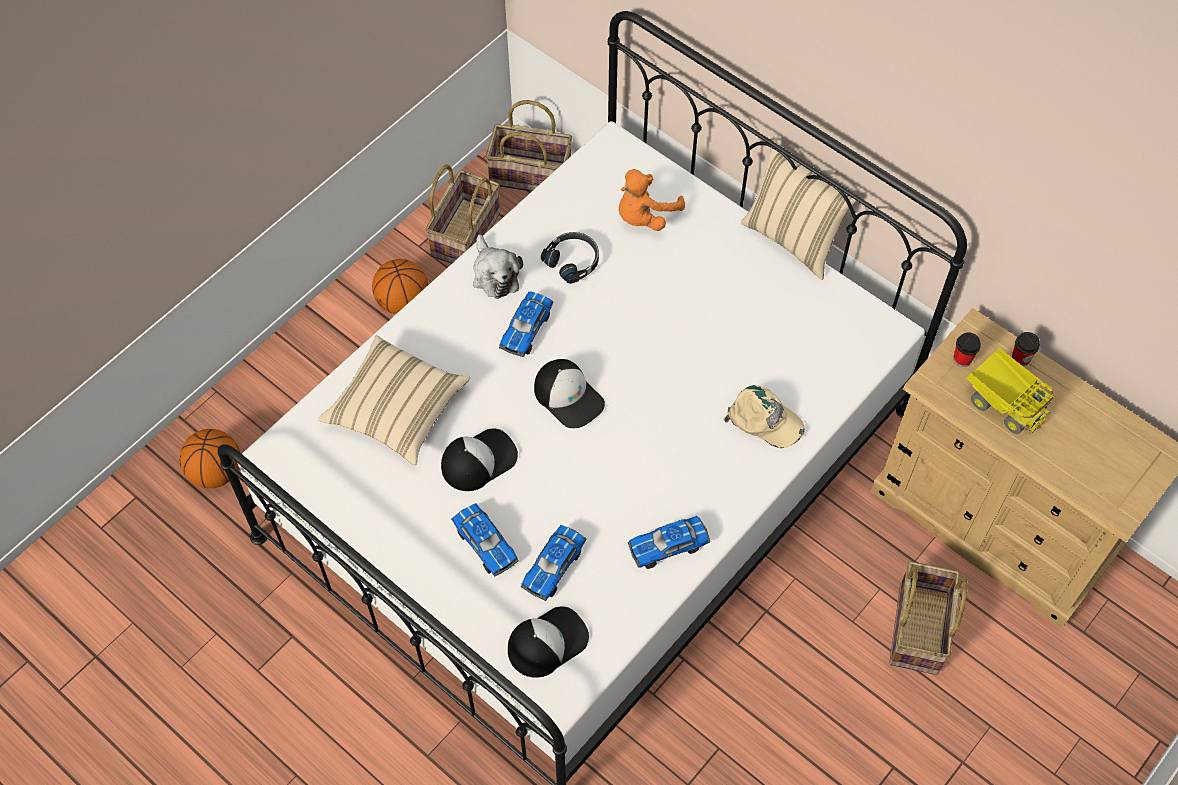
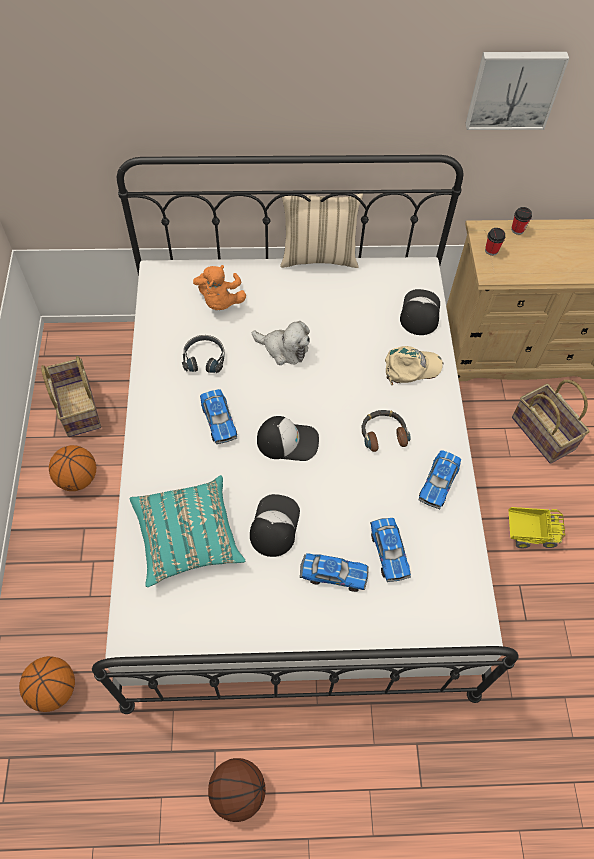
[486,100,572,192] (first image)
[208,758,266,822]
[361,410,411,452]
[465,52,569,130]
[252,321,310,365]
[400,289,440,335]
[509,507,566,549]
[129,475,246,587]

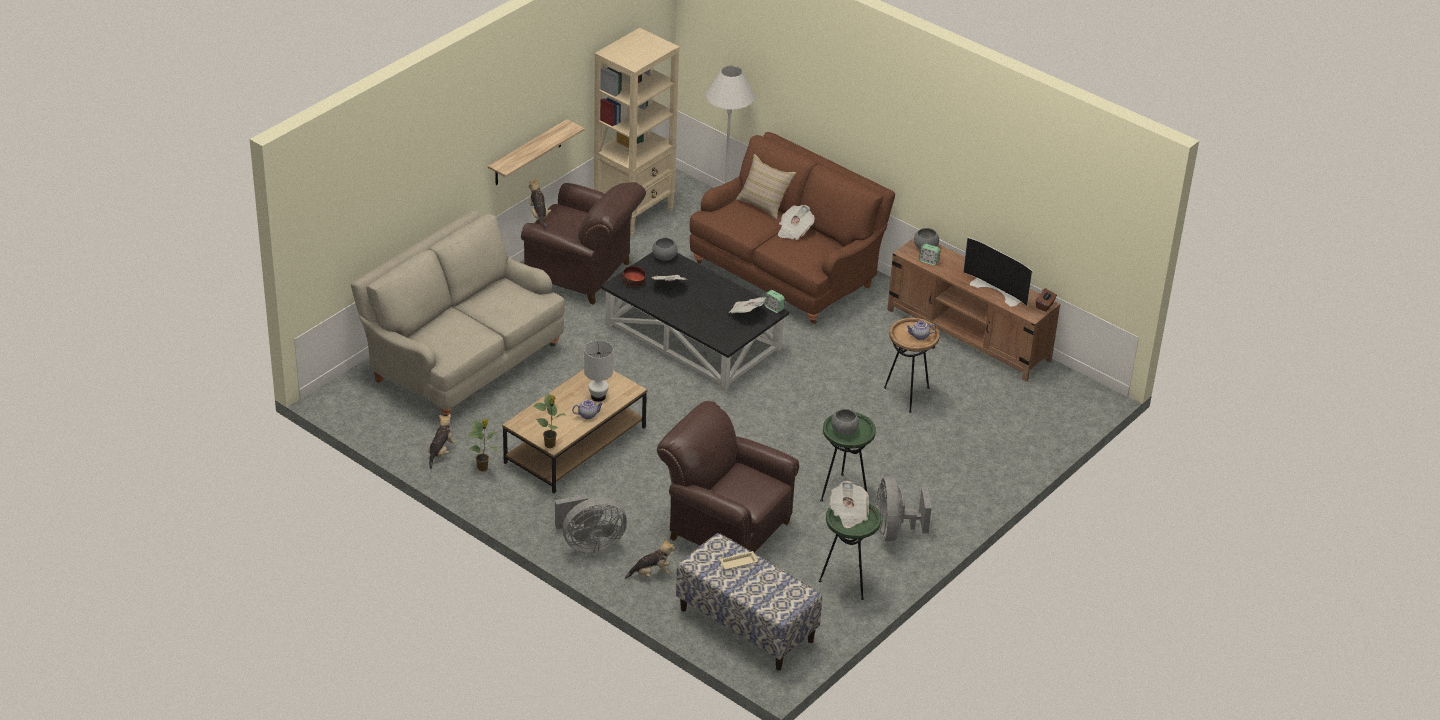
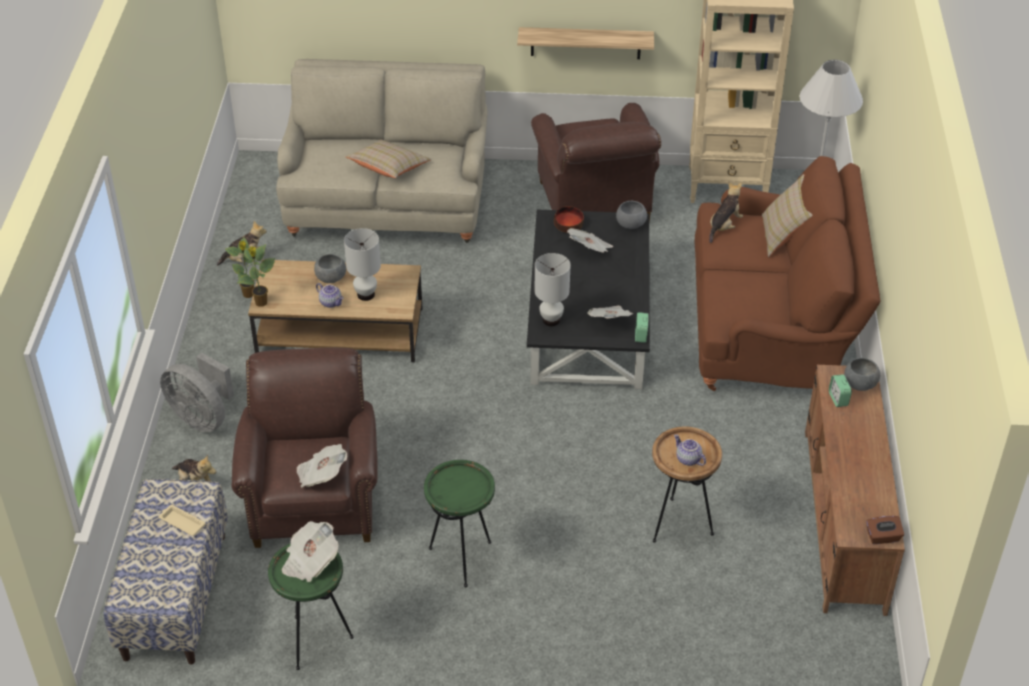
[875,477,932,542] (first image)
[963,237,1033,307] (first image)
[345,139,431,178]
[535,253,570,326]
[709,182,743,243]
[296,444,347,488]
[314,254,346,283]

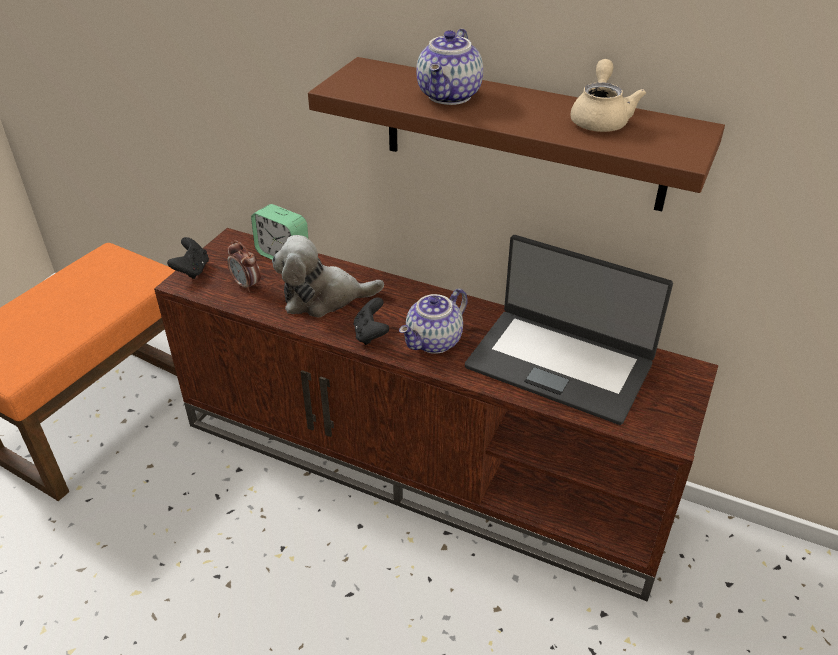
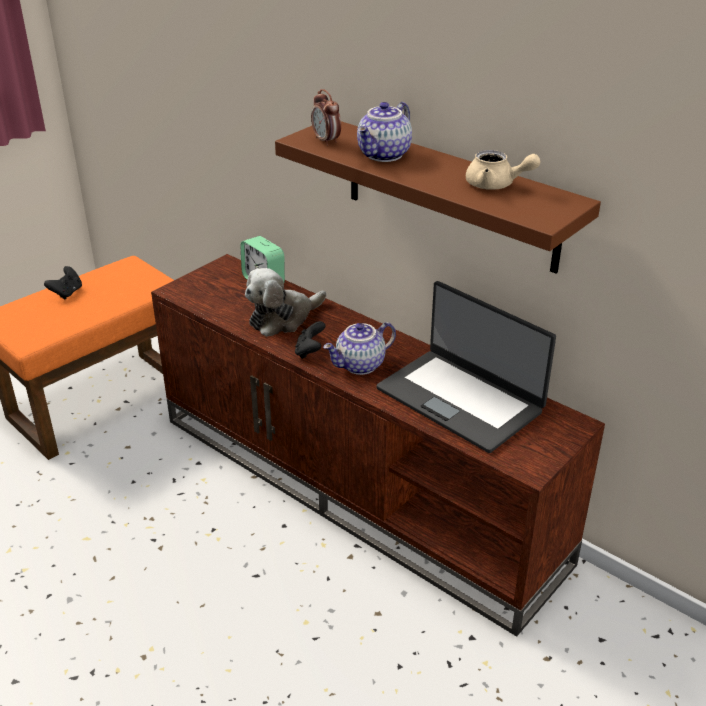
[44,266,82,300]
[311,89,341,146]
[245,268,326,337]
[466,150,541,190]

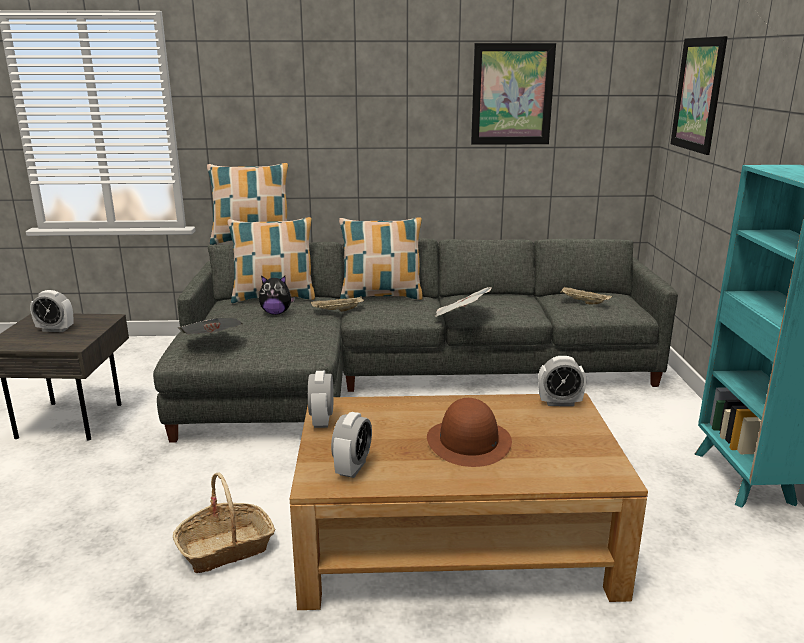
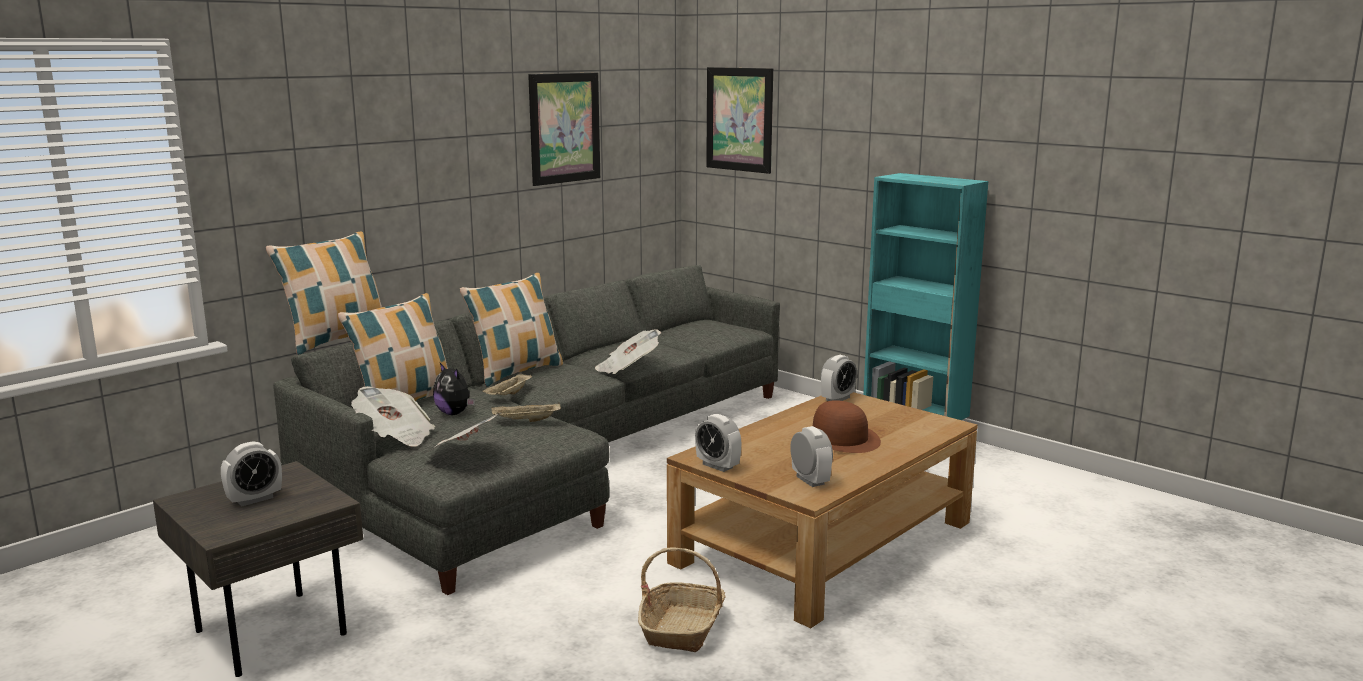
[351,386,435,447]
[491,402,561,422]
[433,363,475,415]

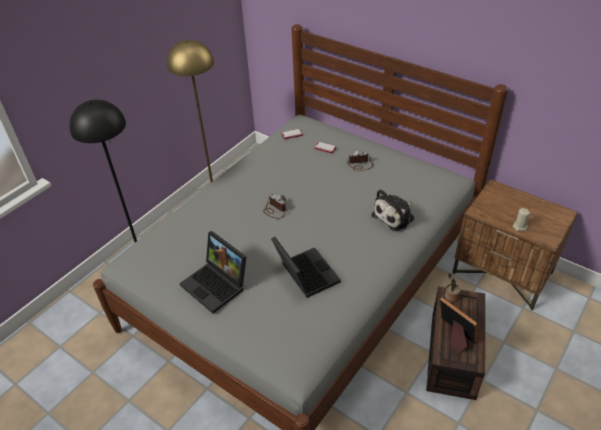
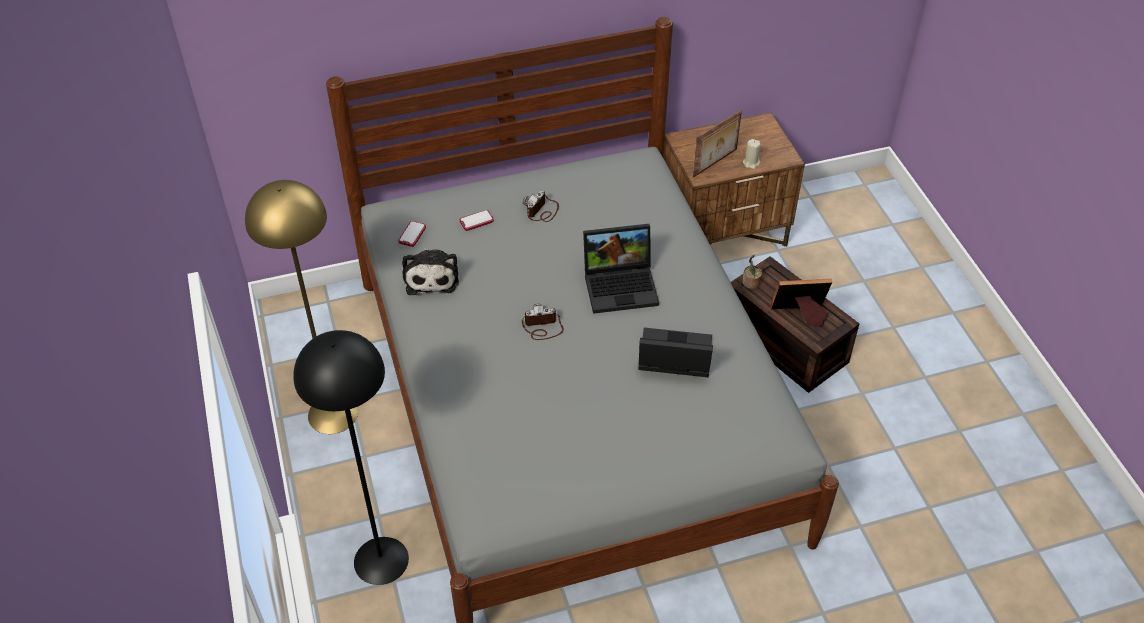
[693,110,742,177]
[583,224,659,314]
[402,249,459,295]

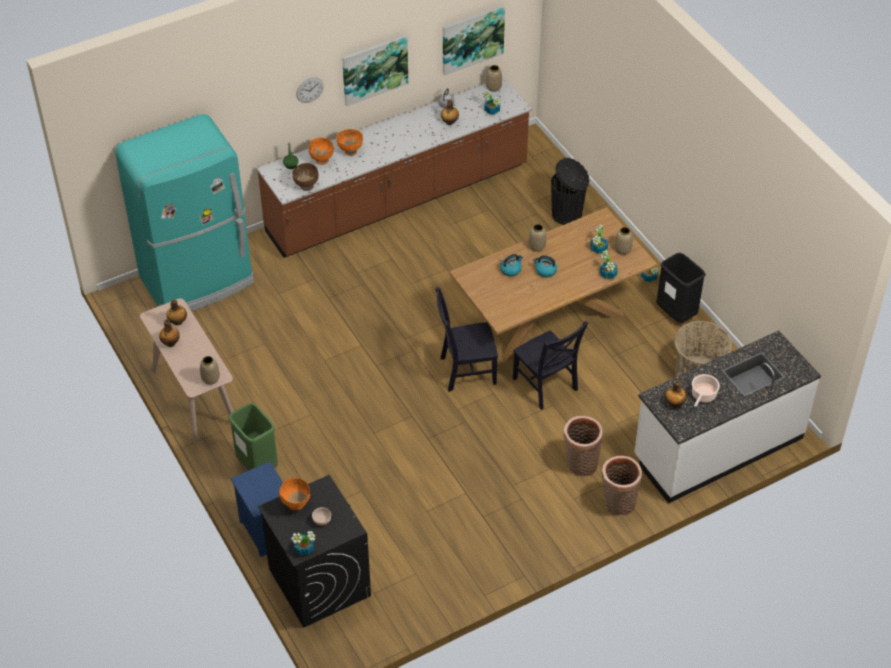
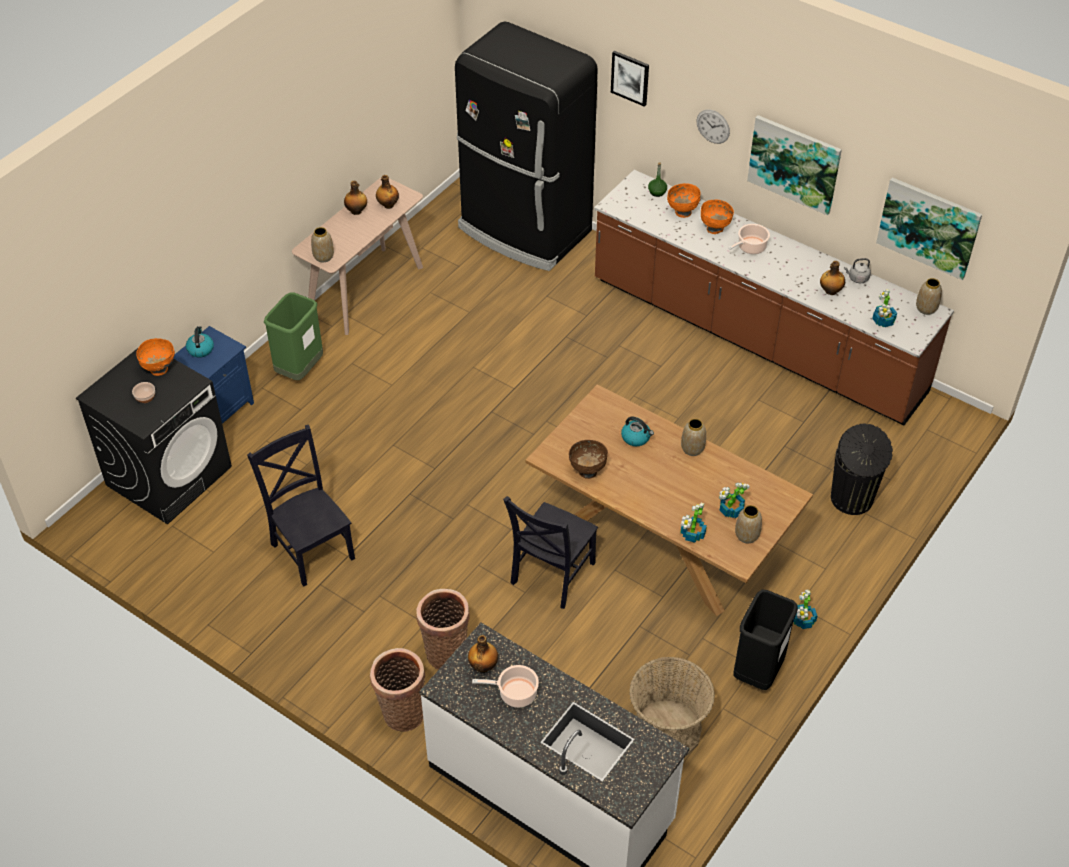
[291,531,315,555] (first image)
[611,51,649,107]
[728,224,770,254]
[569,440,608,479]
[247,424,355,586]
[186,326,214,357]
[455,21,598,271]

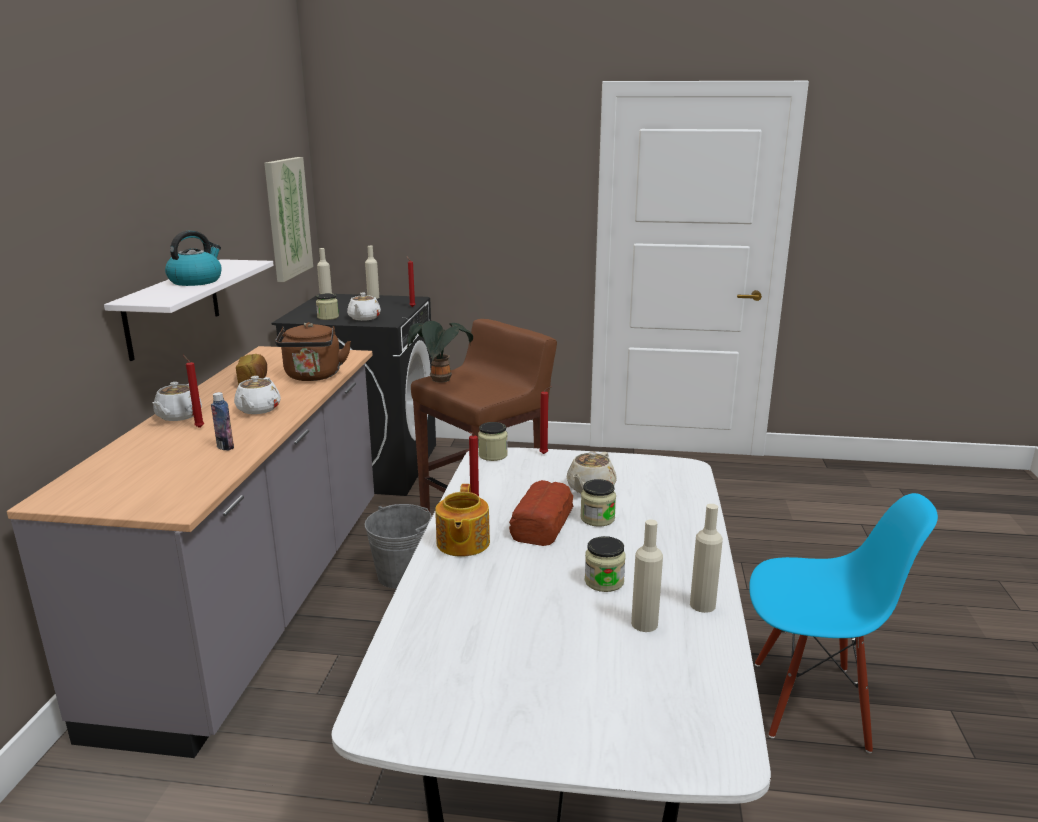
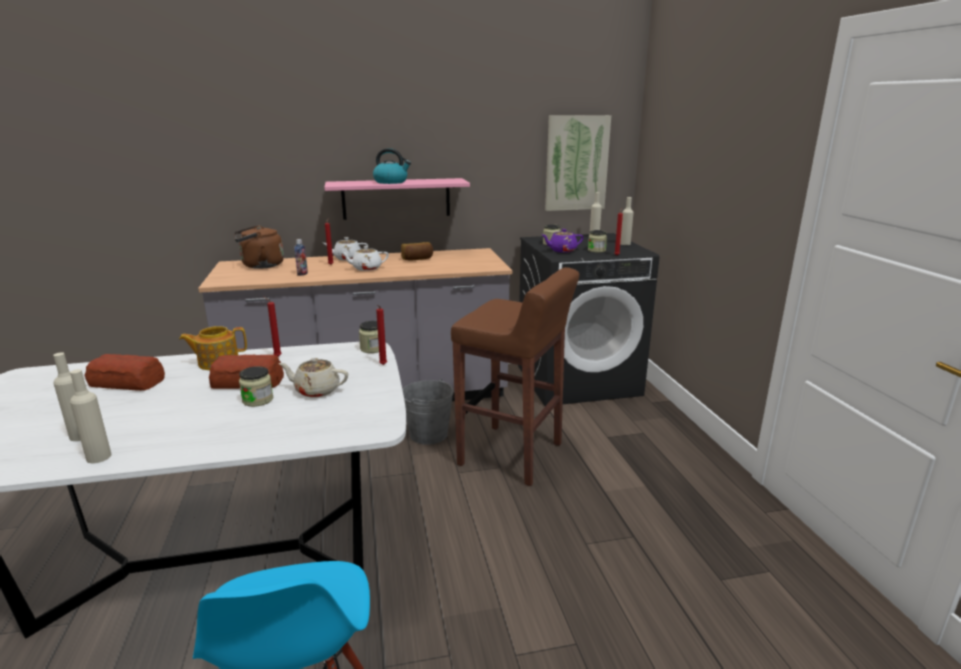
[407,321,473,383] (first image)
[85,354,165,391]
[234,225,284,269]
[588,230,607,253]
[324,178,470,220]
[542,229,584,253]

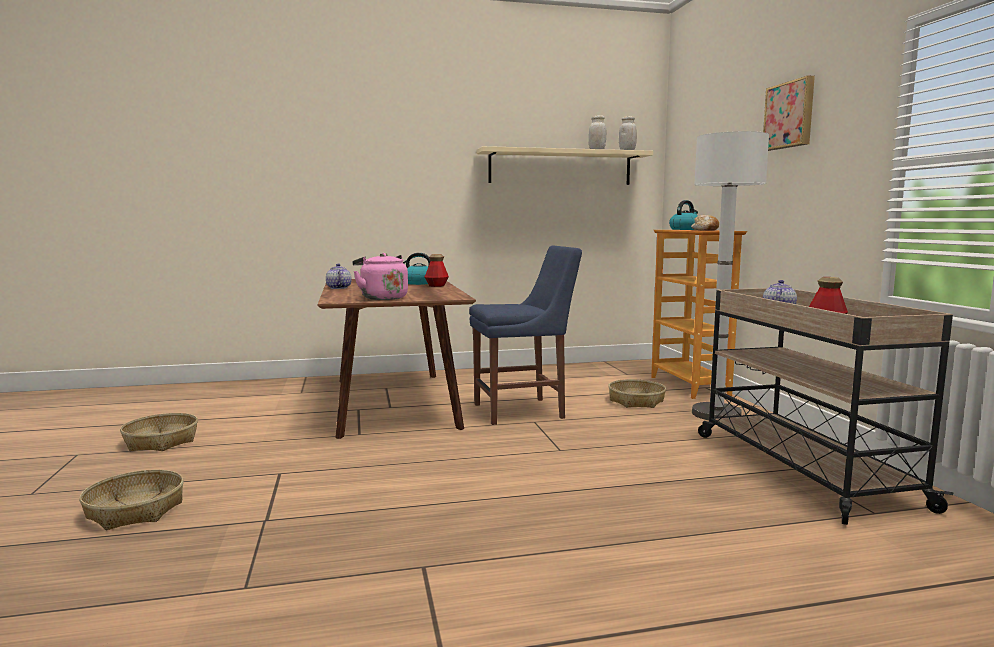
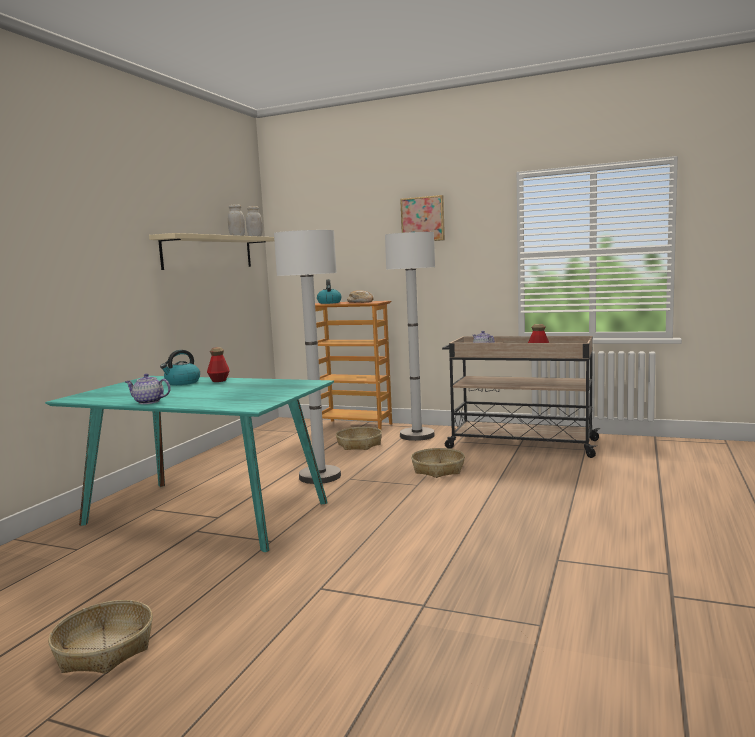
[353,253,408,300] (first image)
[411,448,465,478]
[274,230,341,484]
[45,376,334,552]

